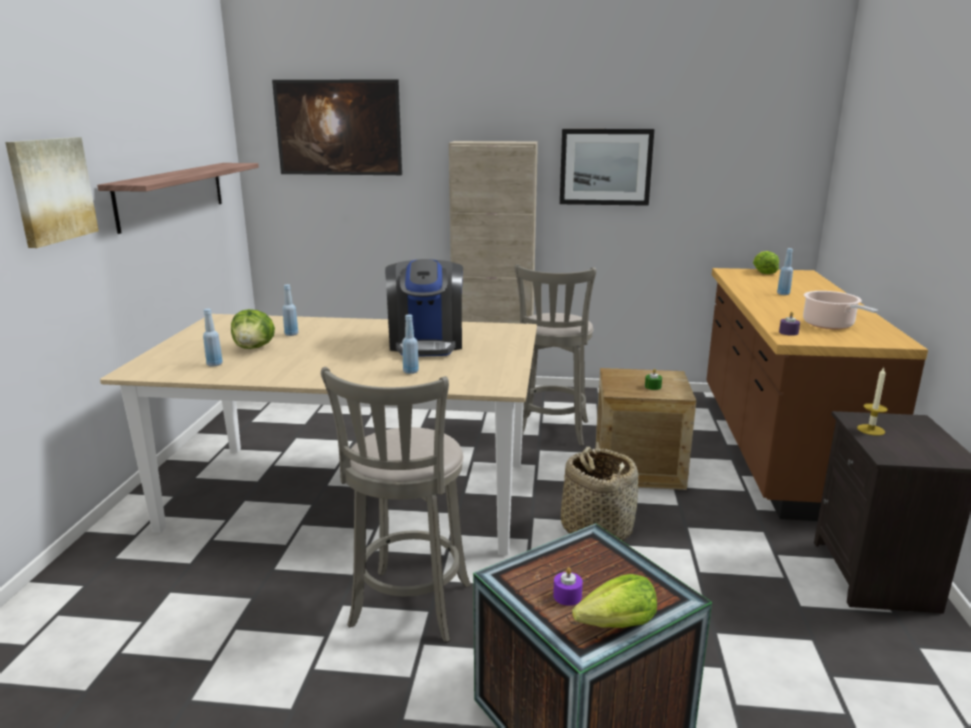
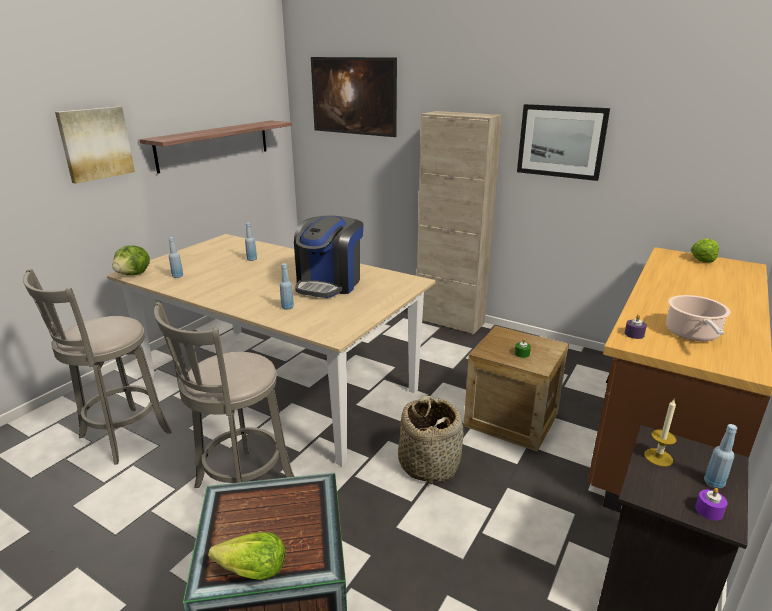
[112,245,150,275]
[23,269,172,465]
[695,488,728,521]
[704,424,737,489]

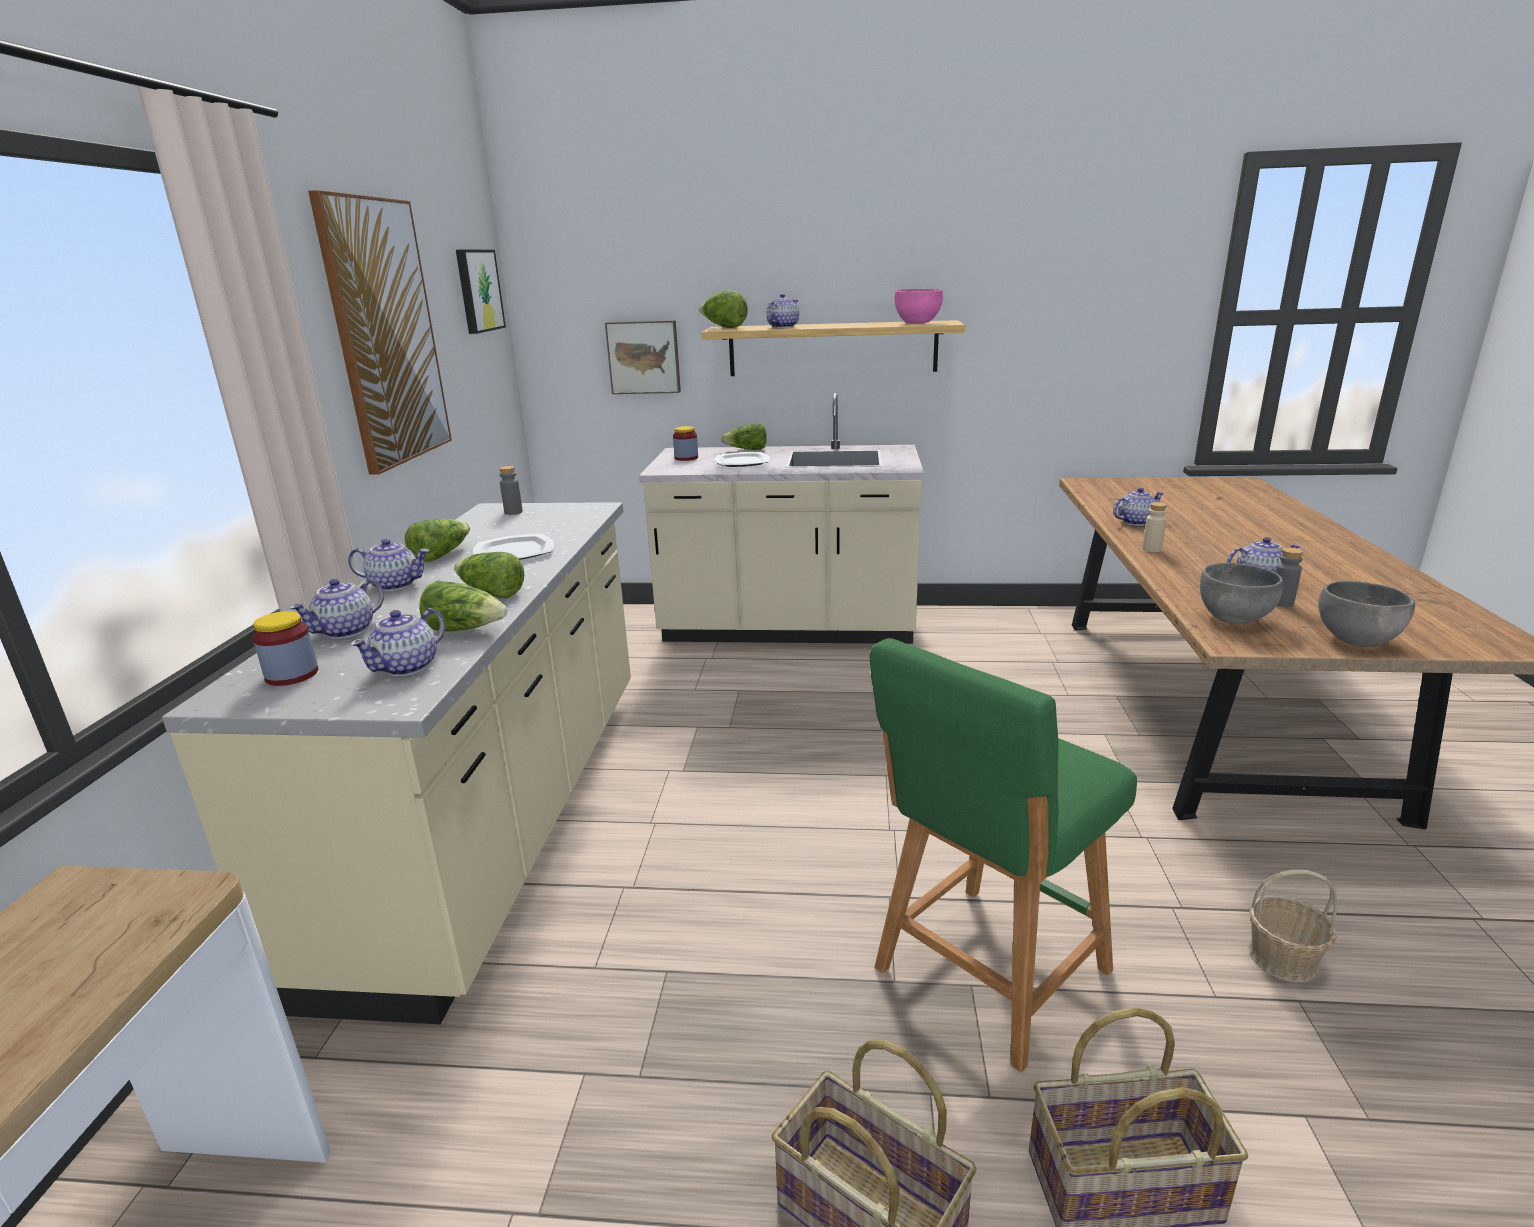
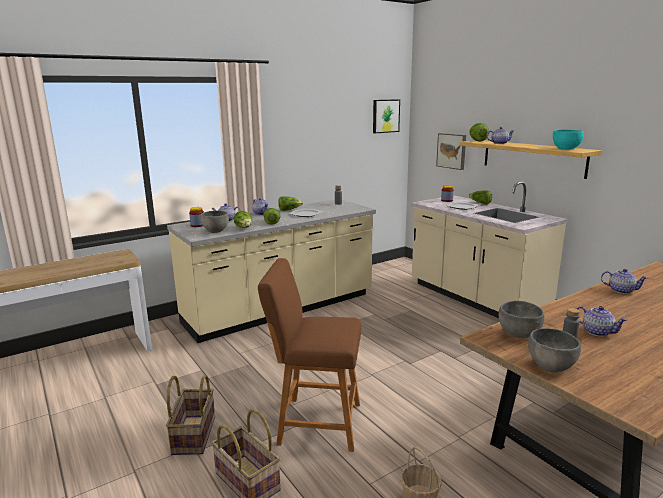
[308,190,452,475] (first image)
[1142,502,1167,552] (first image)
[200,211,229,233]
[258,258,361,452]
[553,130,584,150]

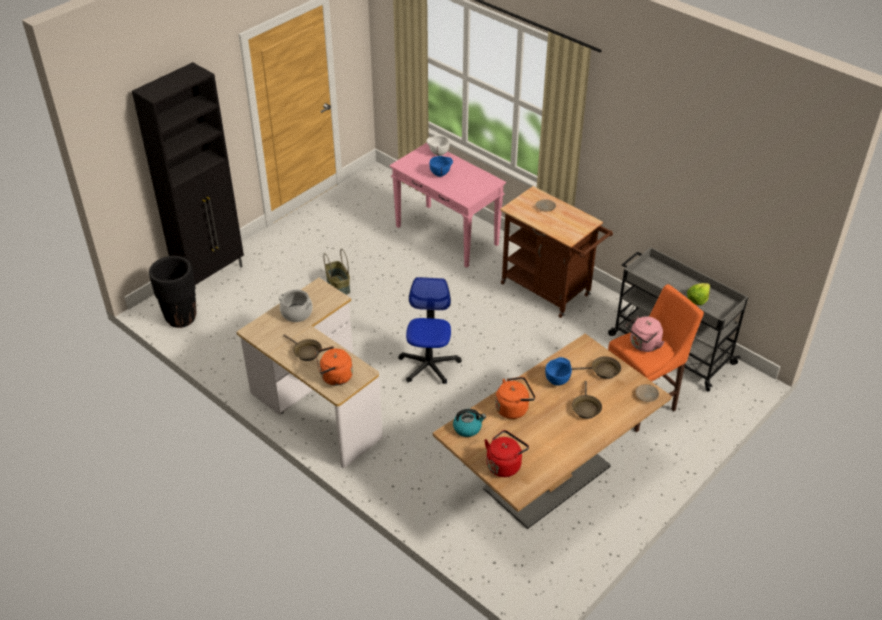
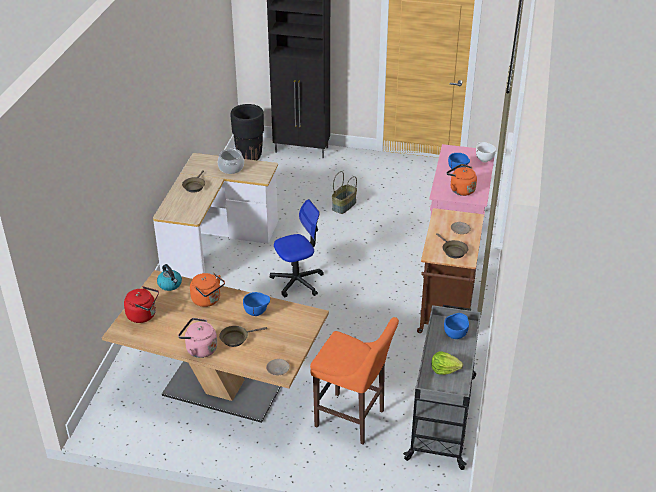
[444,313,469,339]
[447,164,477,196]
[436,233,468,258]
[178,318,217,358]

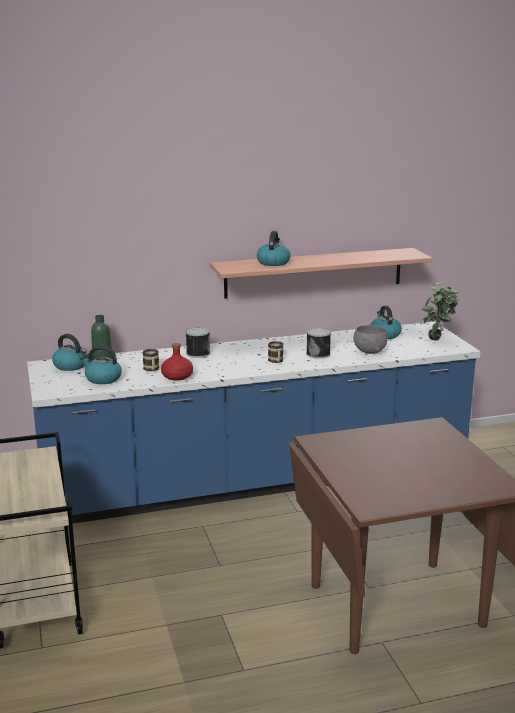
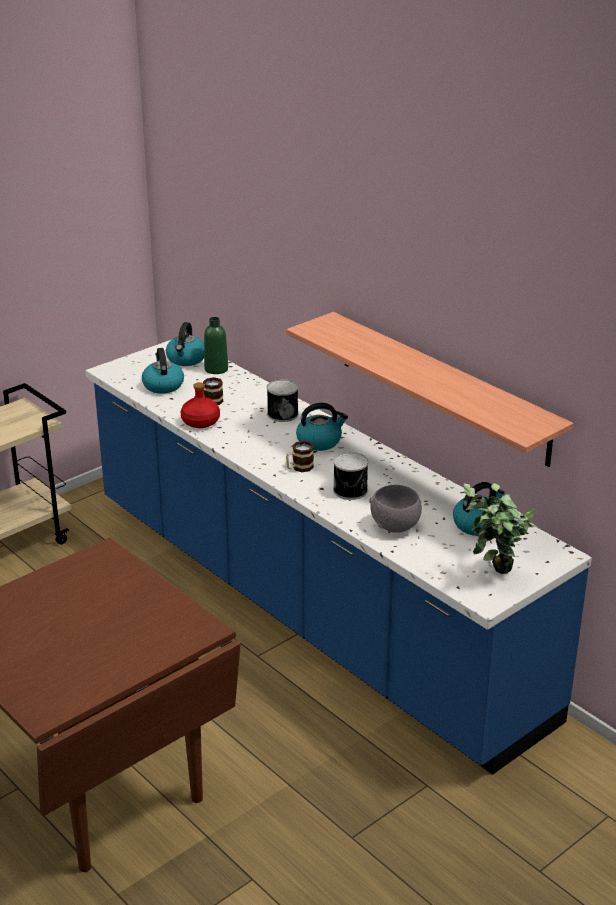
[296,403,348,451]

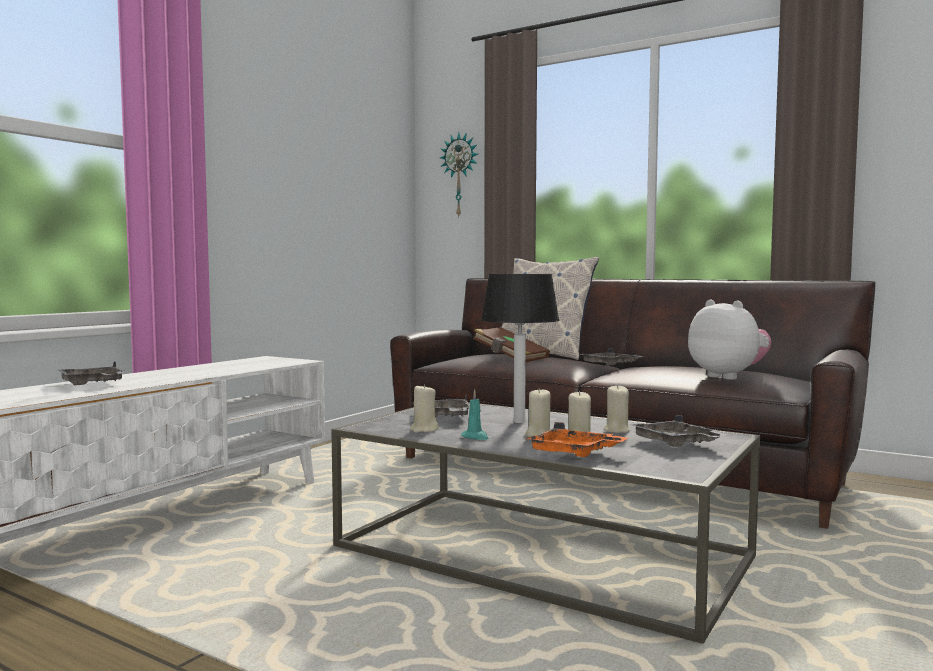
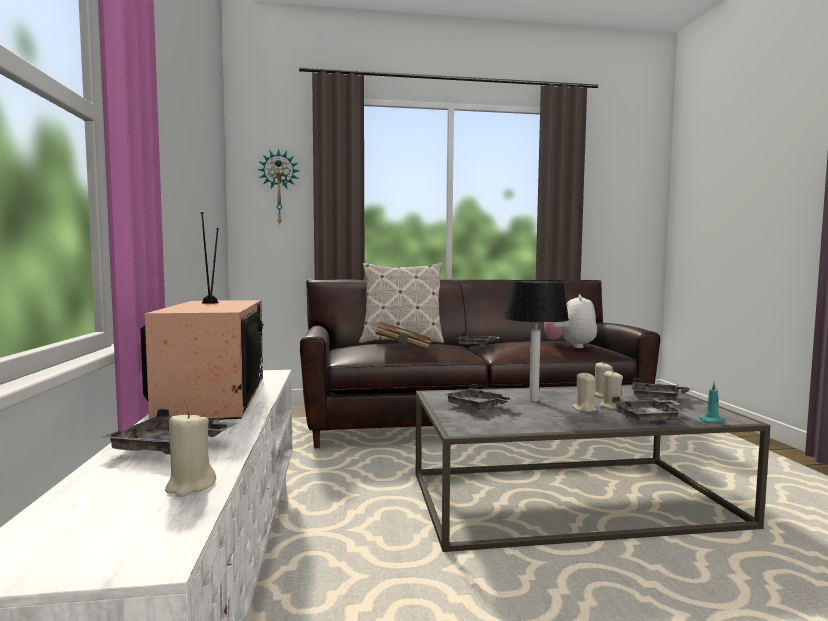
[140,212,264,420]
[165,411,216,497]
[699,381,726,423]
[612,396,686,421]
[544,295,597,348]

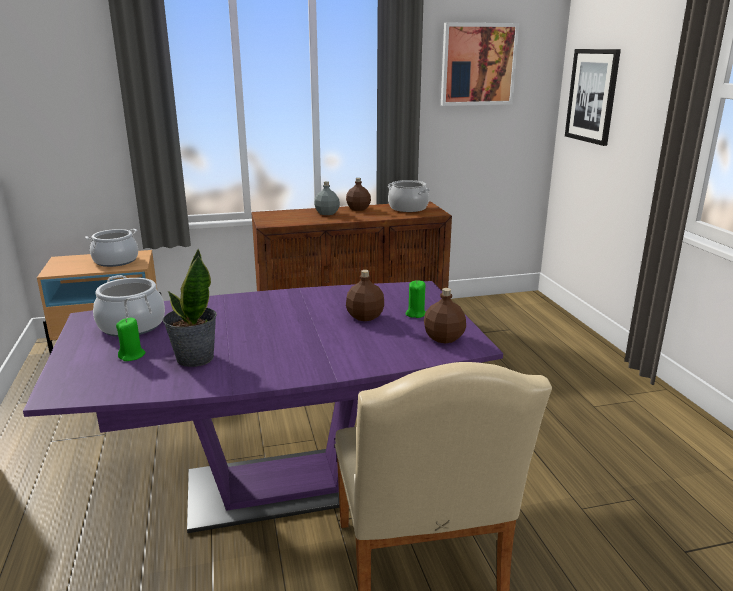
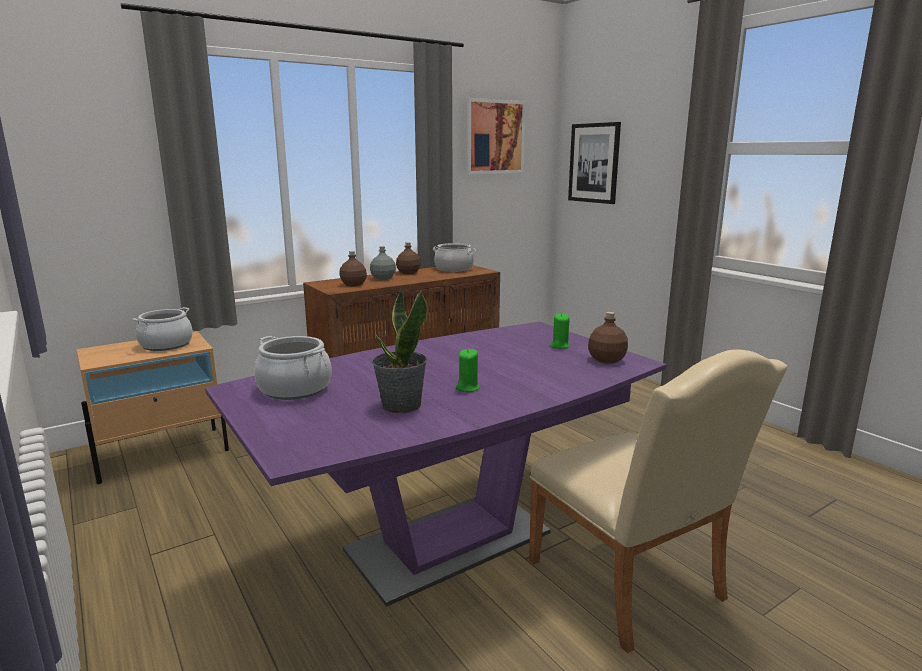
[456,349,480,392]
[339,251,367,286]

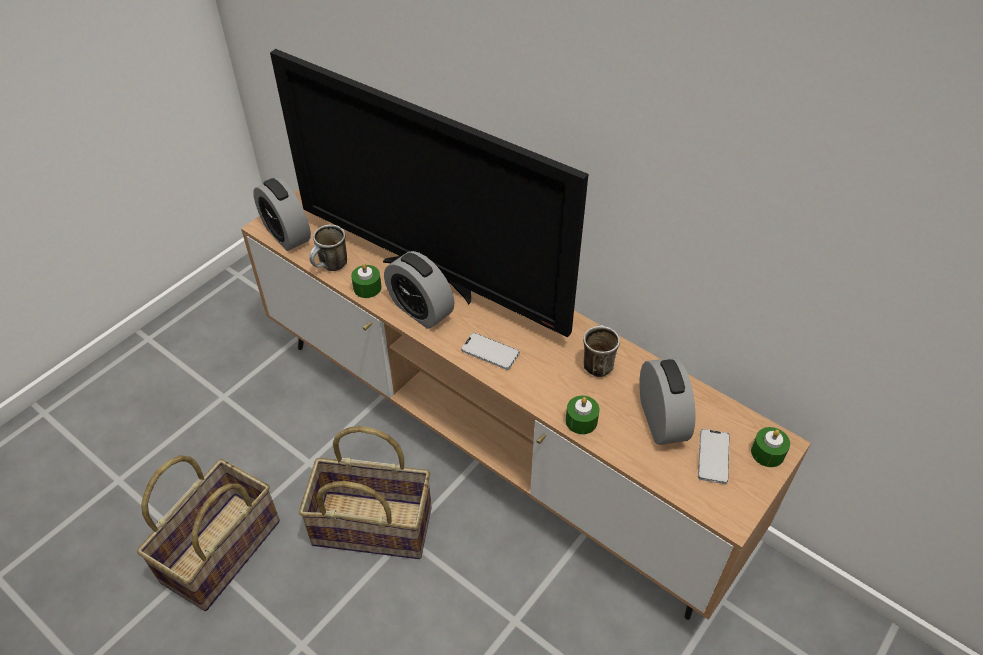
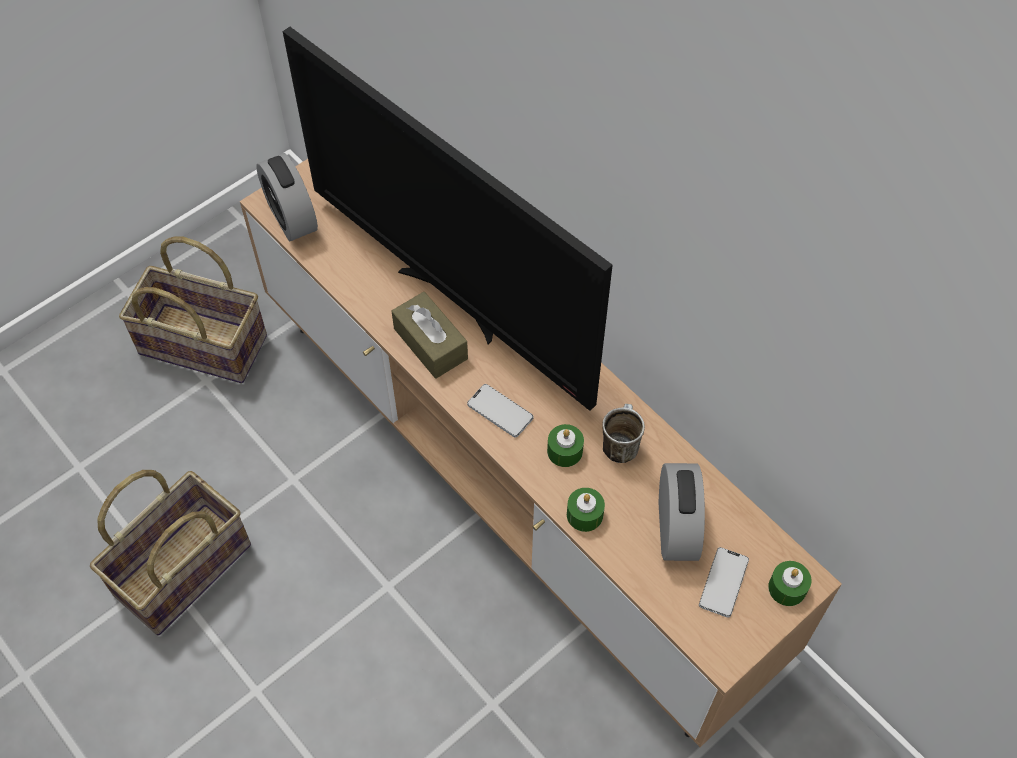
[309,225,347,271] (first image)
[119,236,267,383]
[547,424,584,467]
[392,292,468,379]

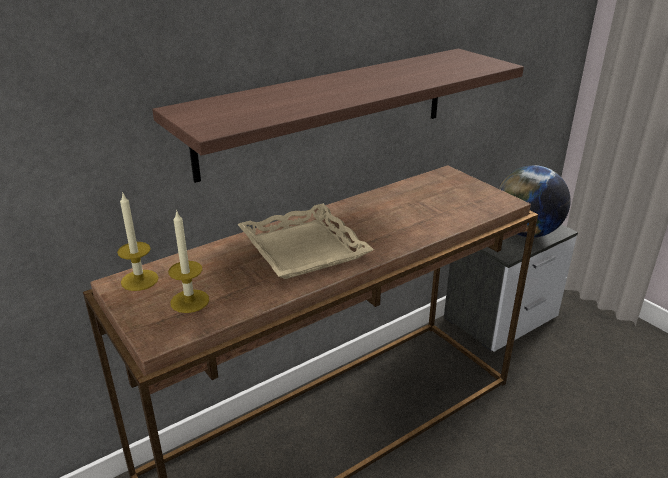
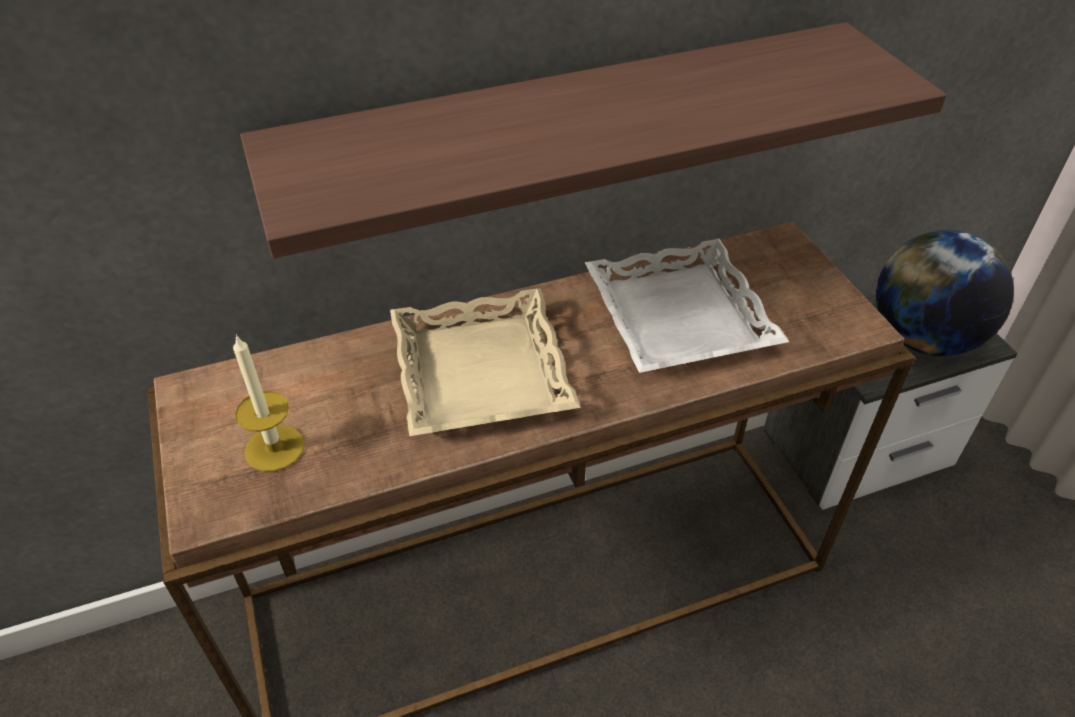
[117,192,159,291] (first image)
[585,239,789,373]

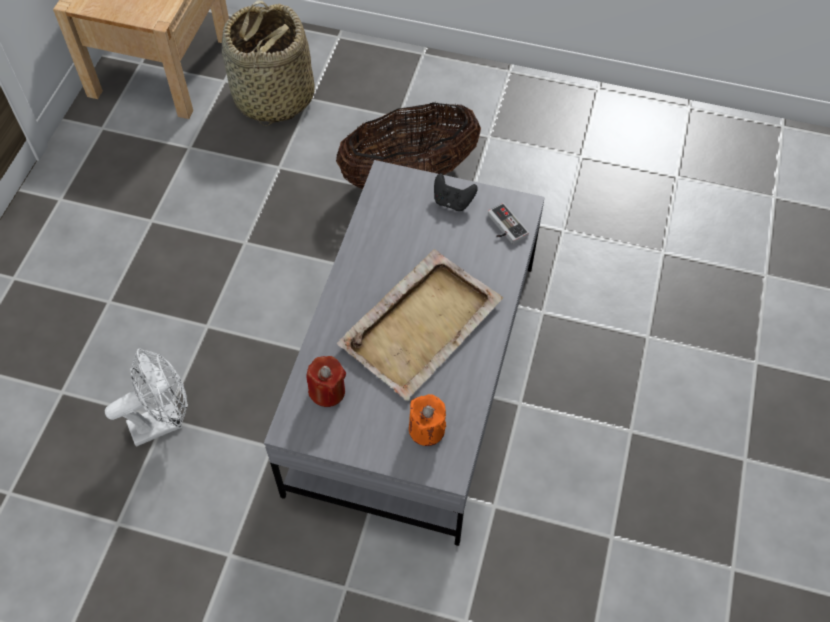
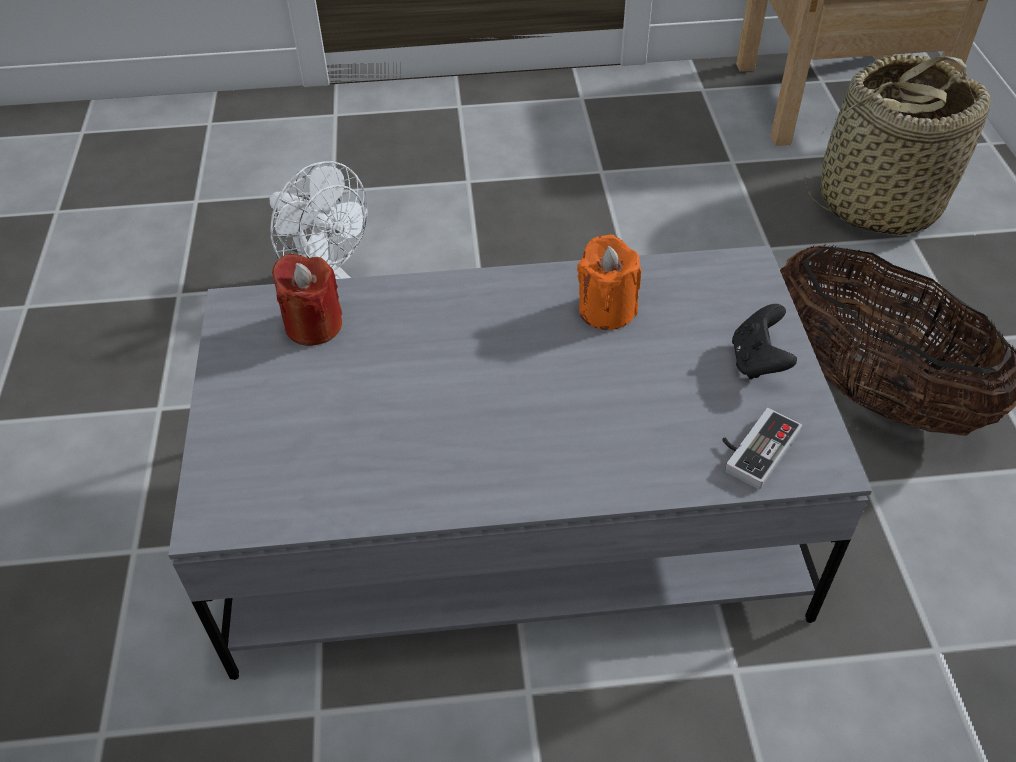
[337,249,503,401] (first image)
[577,234,641,330]

